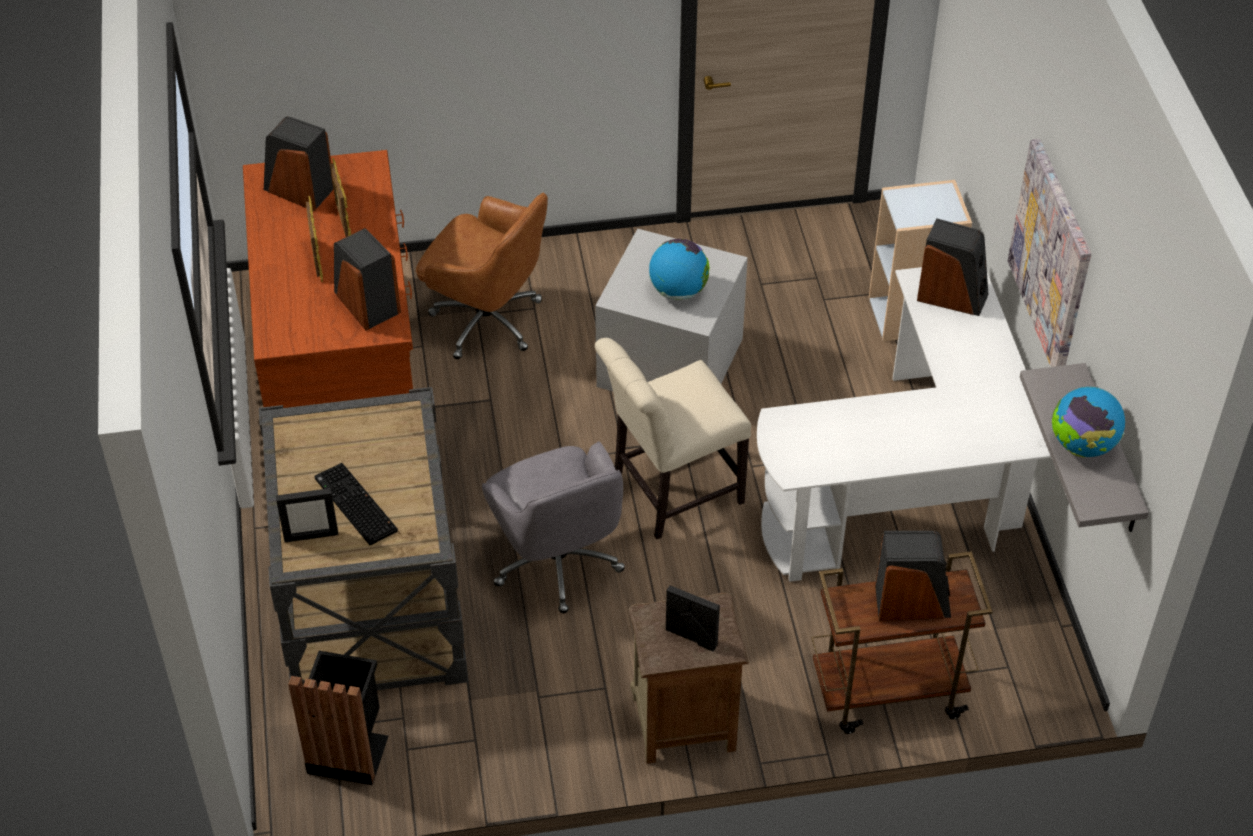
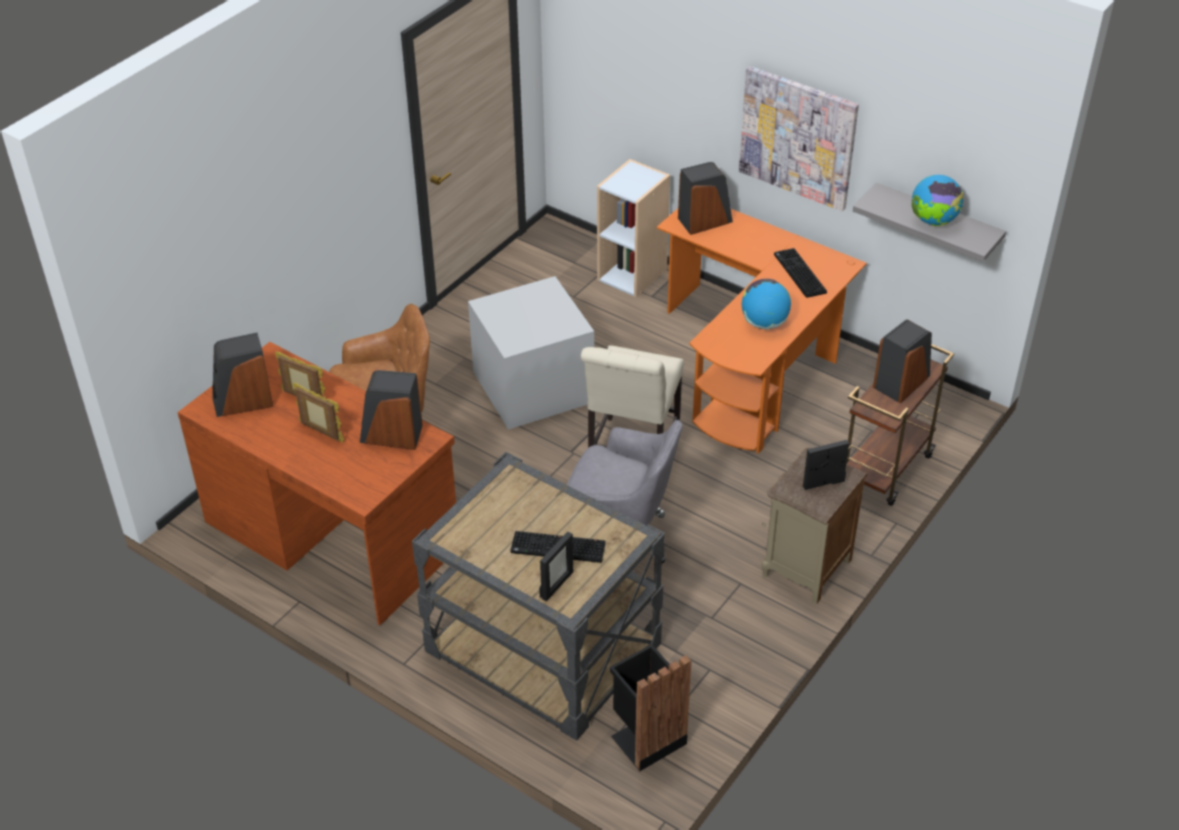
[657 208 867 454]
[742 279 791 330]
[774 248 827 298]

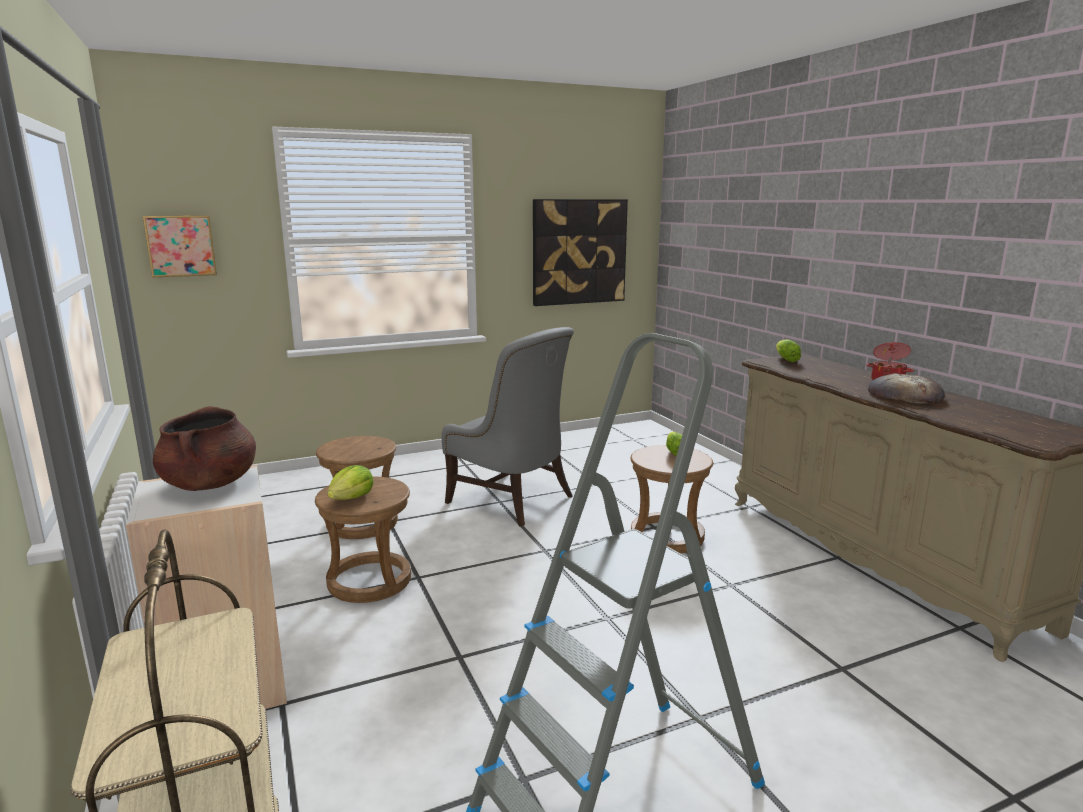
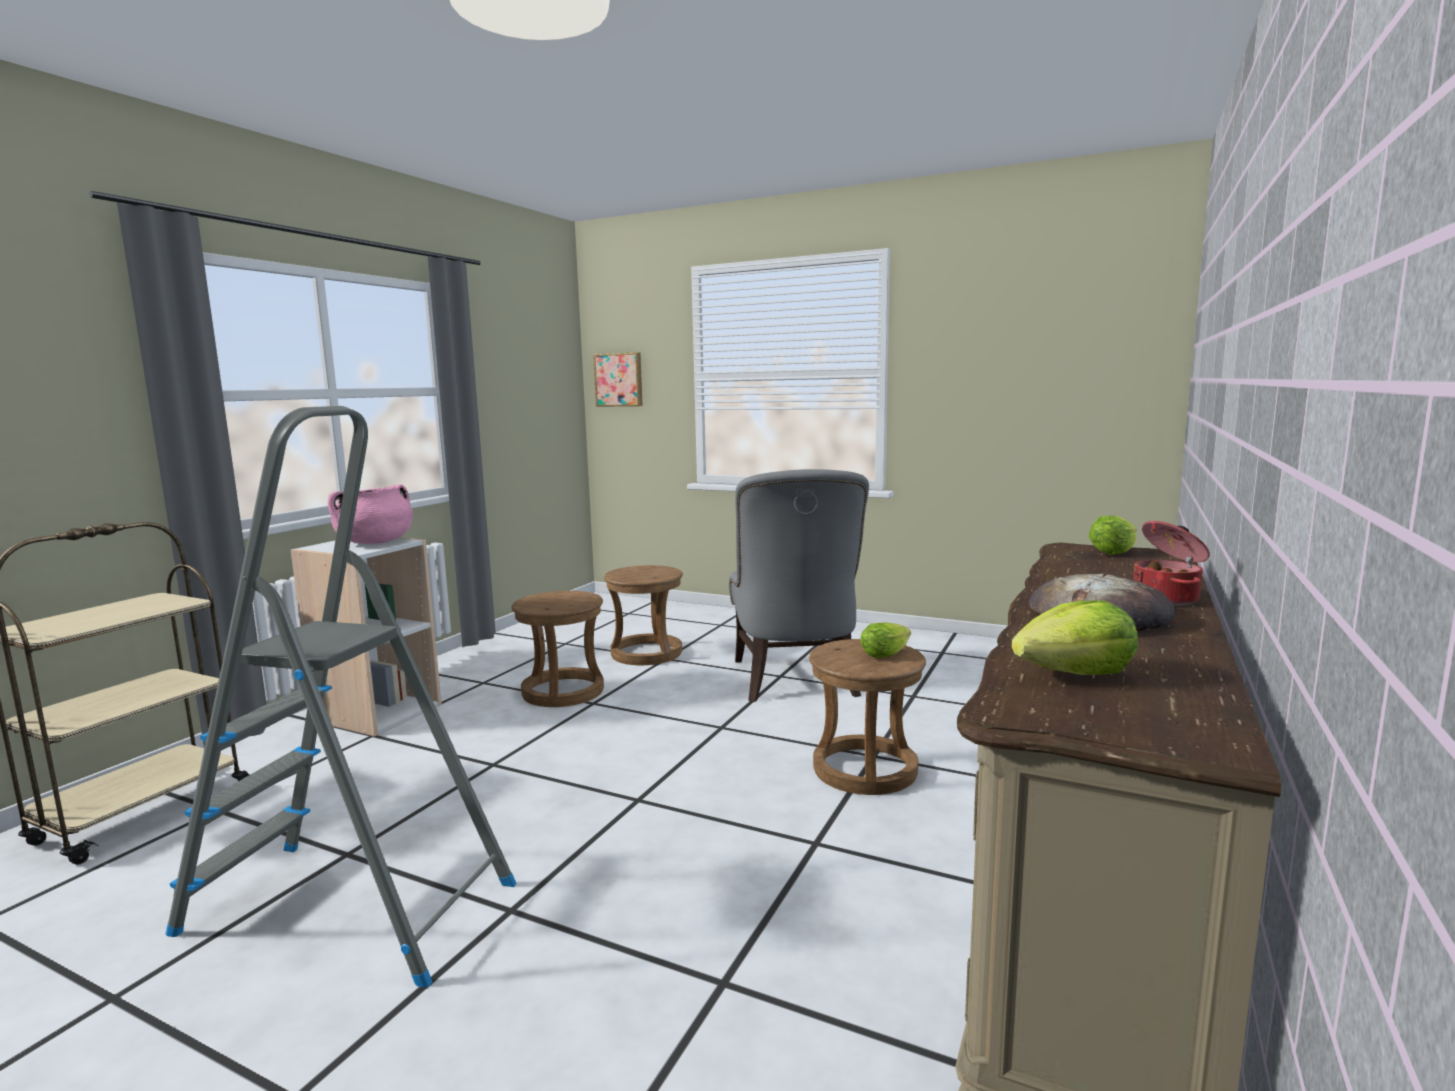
[328 484 413 544]
[1012 600 1138 675]
[533 199 628 306] (first image)

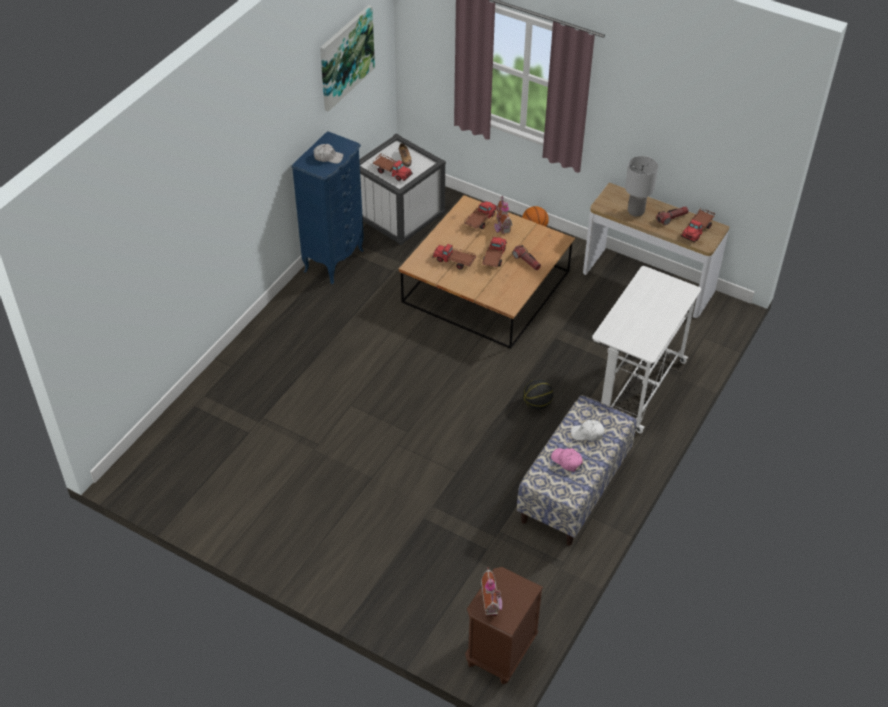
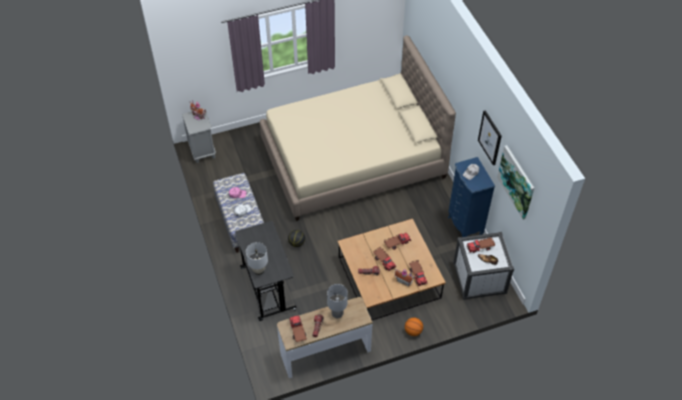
[182 112 216 163]
[235 221 296 321]
[246 242 268 275]
[260 35 456 221]
[478 110 502 165]

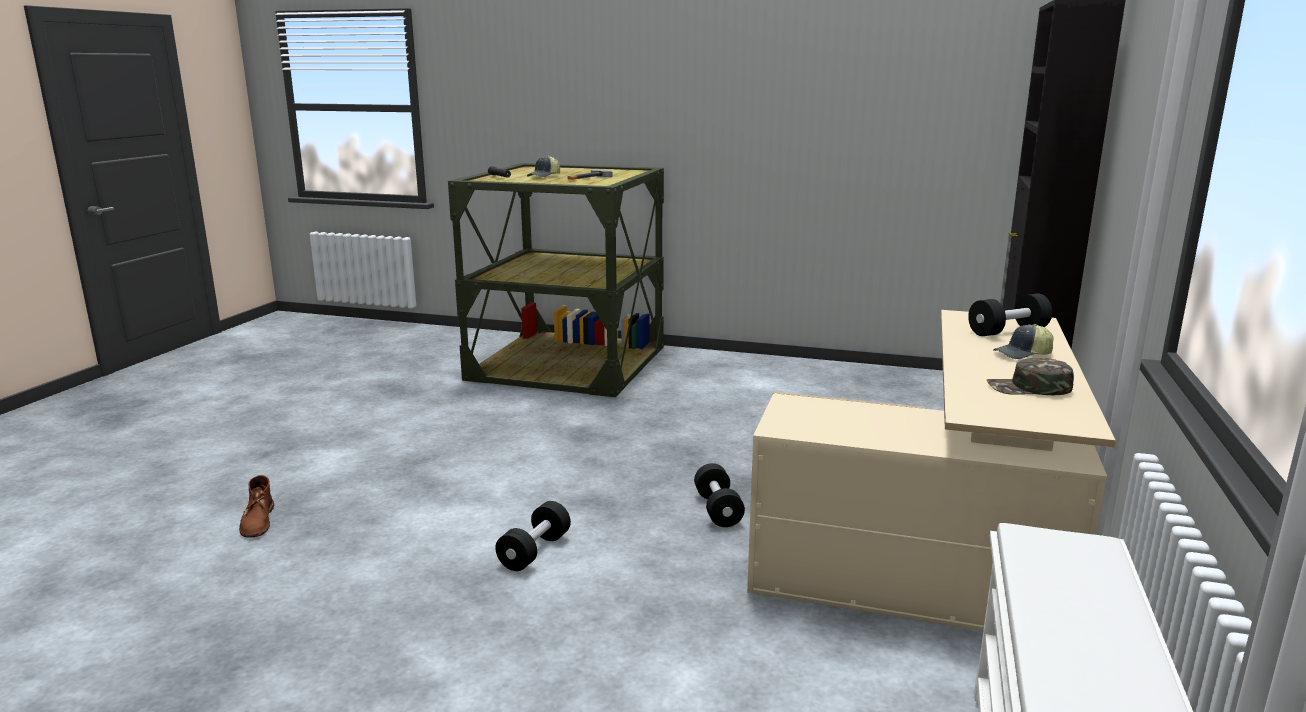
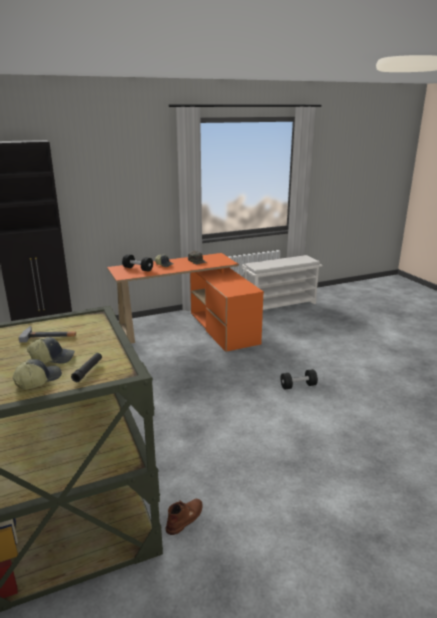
[12 359 62 390]
[107 253 264 352]
[166 499 203 535]
[694 463 745 527] (first image)

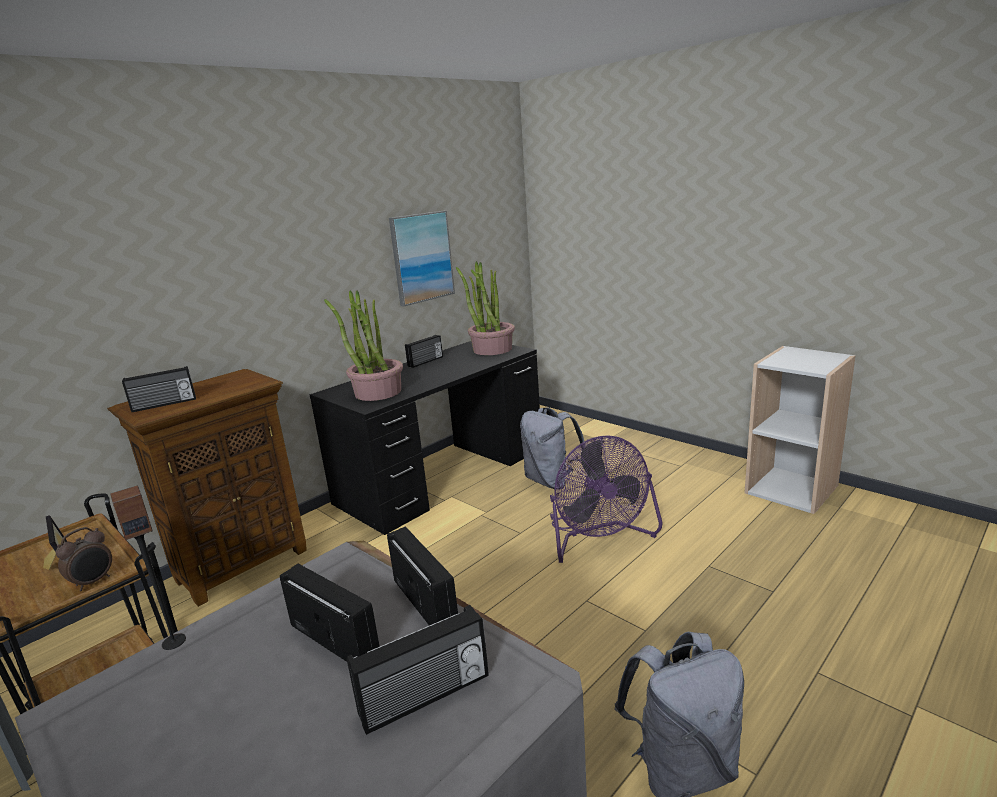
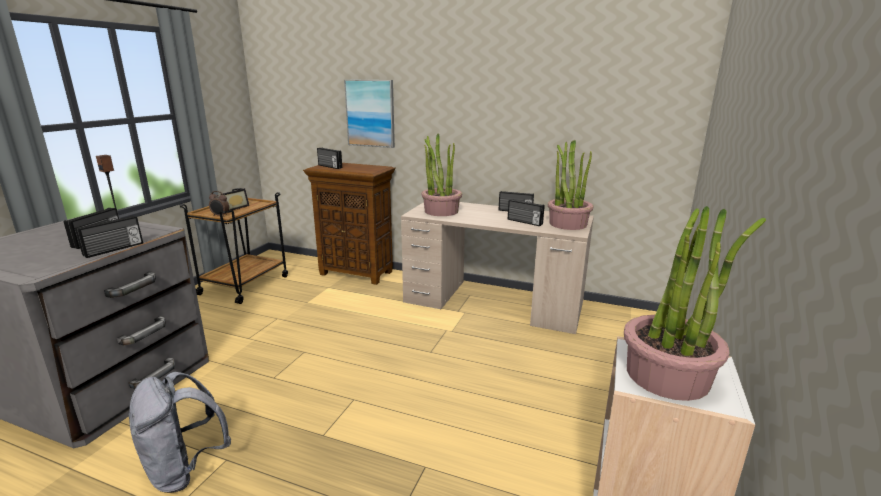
[344 79 395 148]
[401 202 594 334]
[508 199 545 226]
[624 206 766 401]
[520 407 584 489] (first image)
[550 436 662 563] (first image)

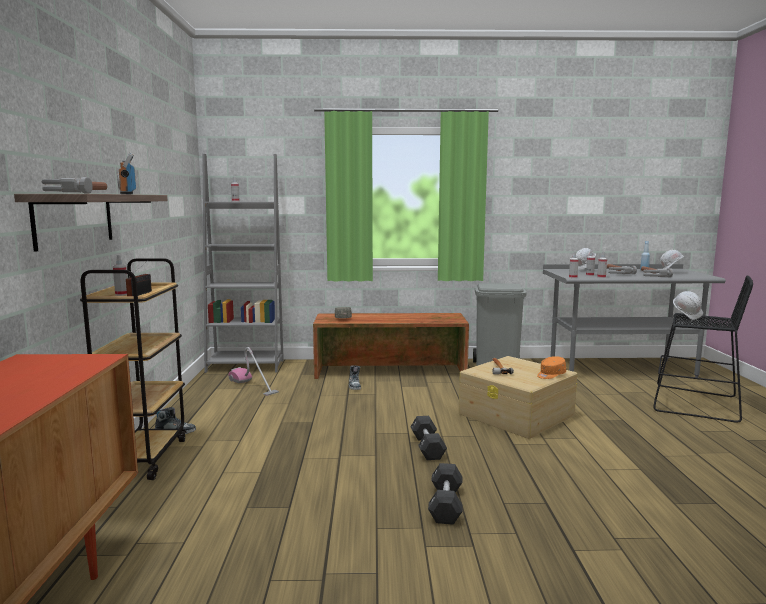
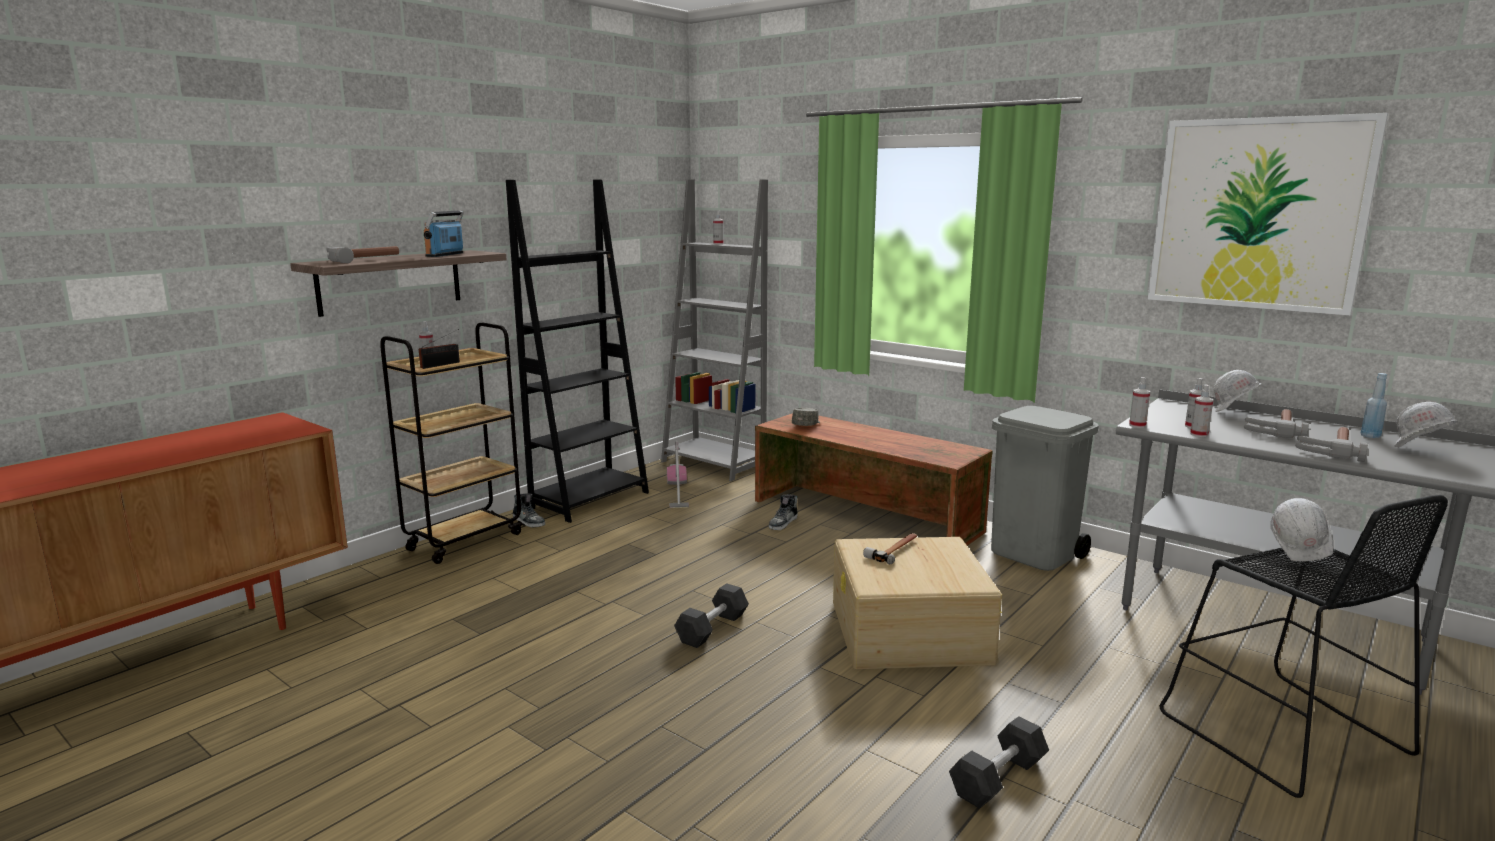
[506 180 649 523]
[949 716 1049 809]
[1148 113 1388 316]
[537 356 566 379] (first image)

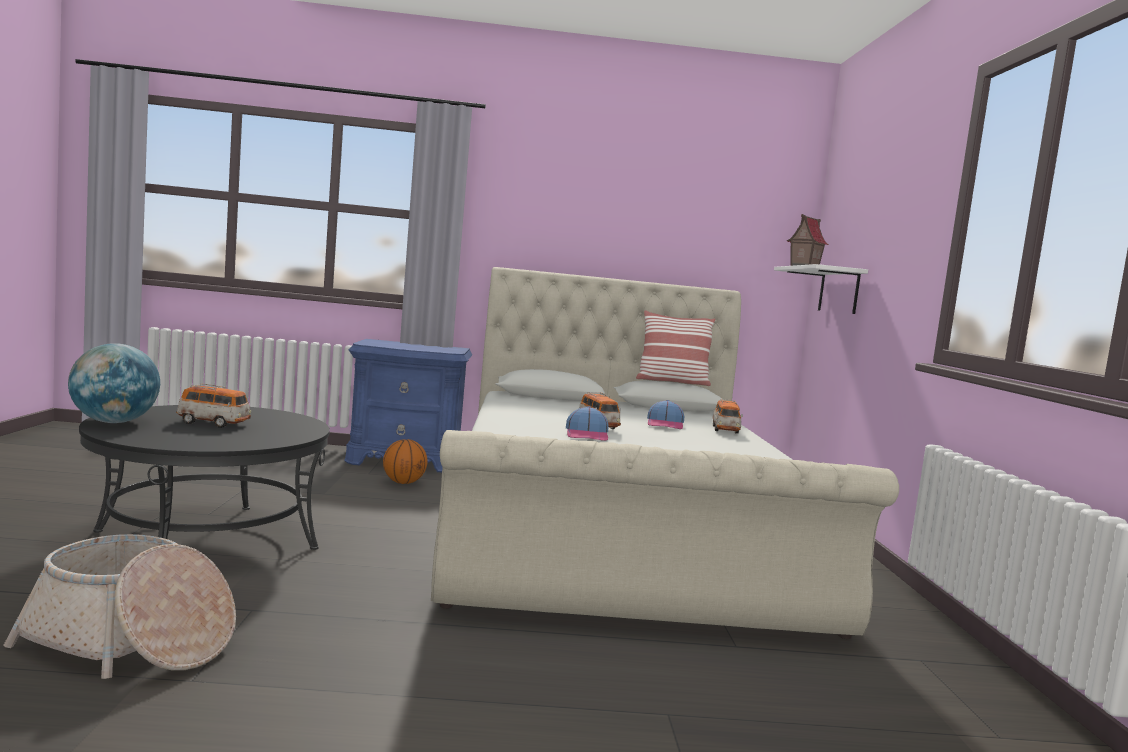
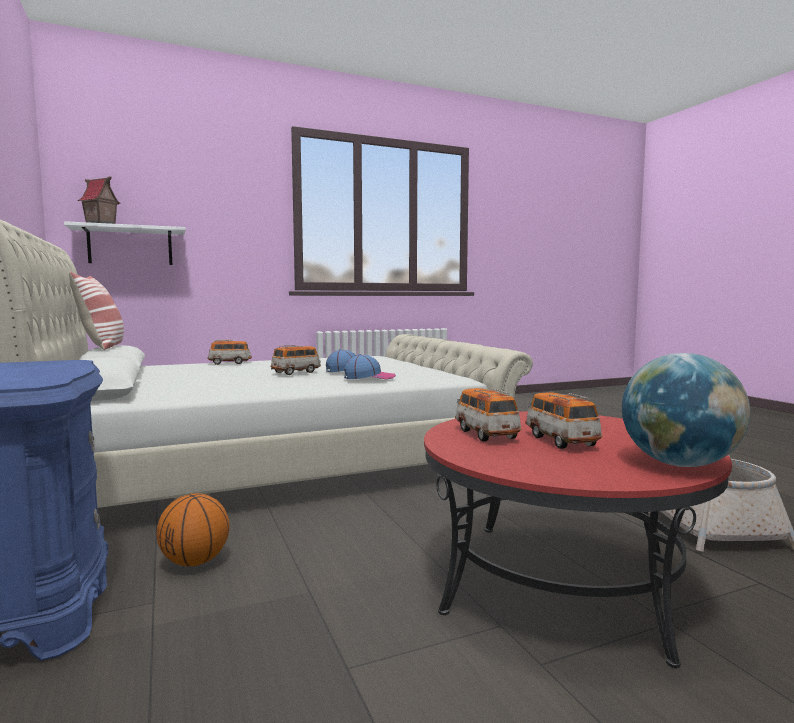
[344 354 396 380]
[424 411 732 668]
[455 388 521 442]

